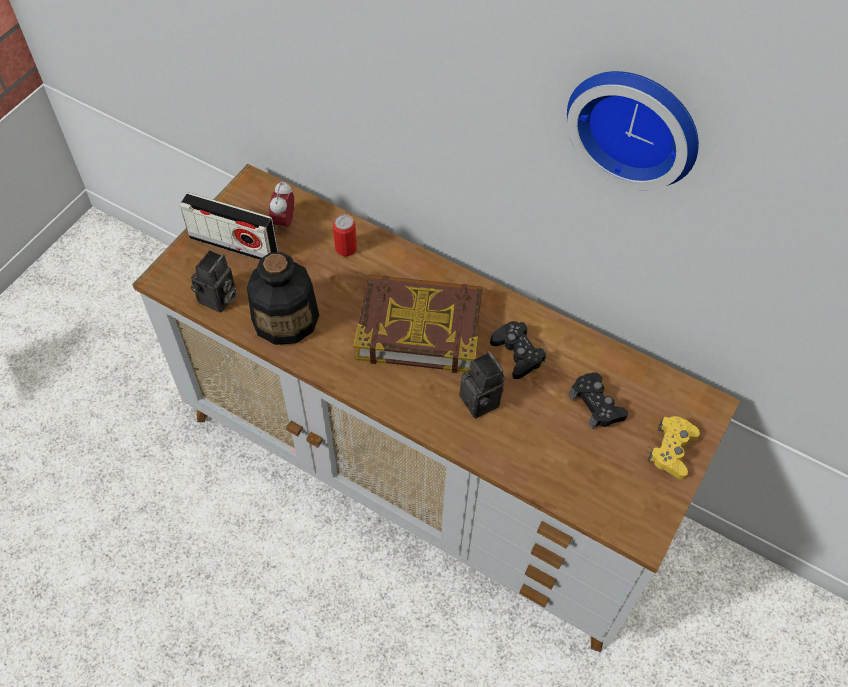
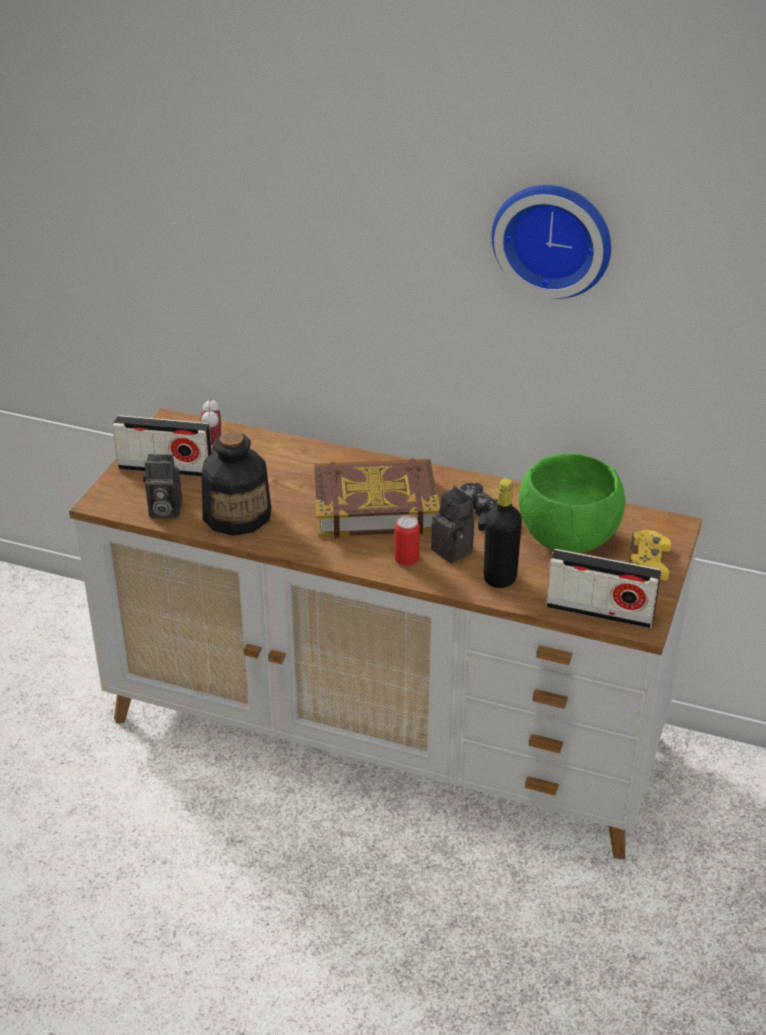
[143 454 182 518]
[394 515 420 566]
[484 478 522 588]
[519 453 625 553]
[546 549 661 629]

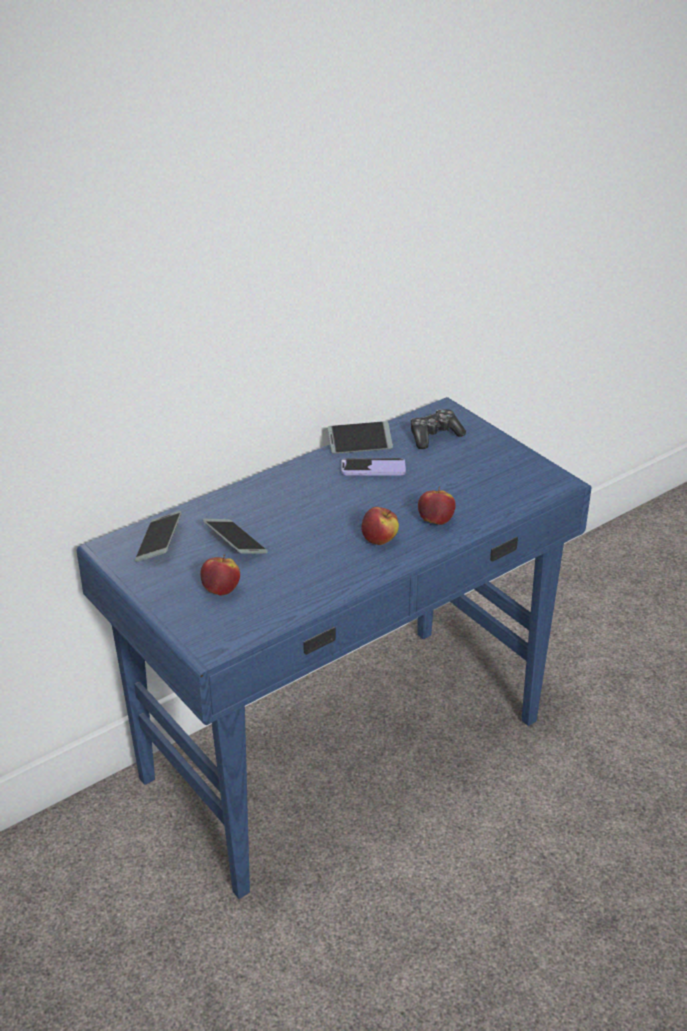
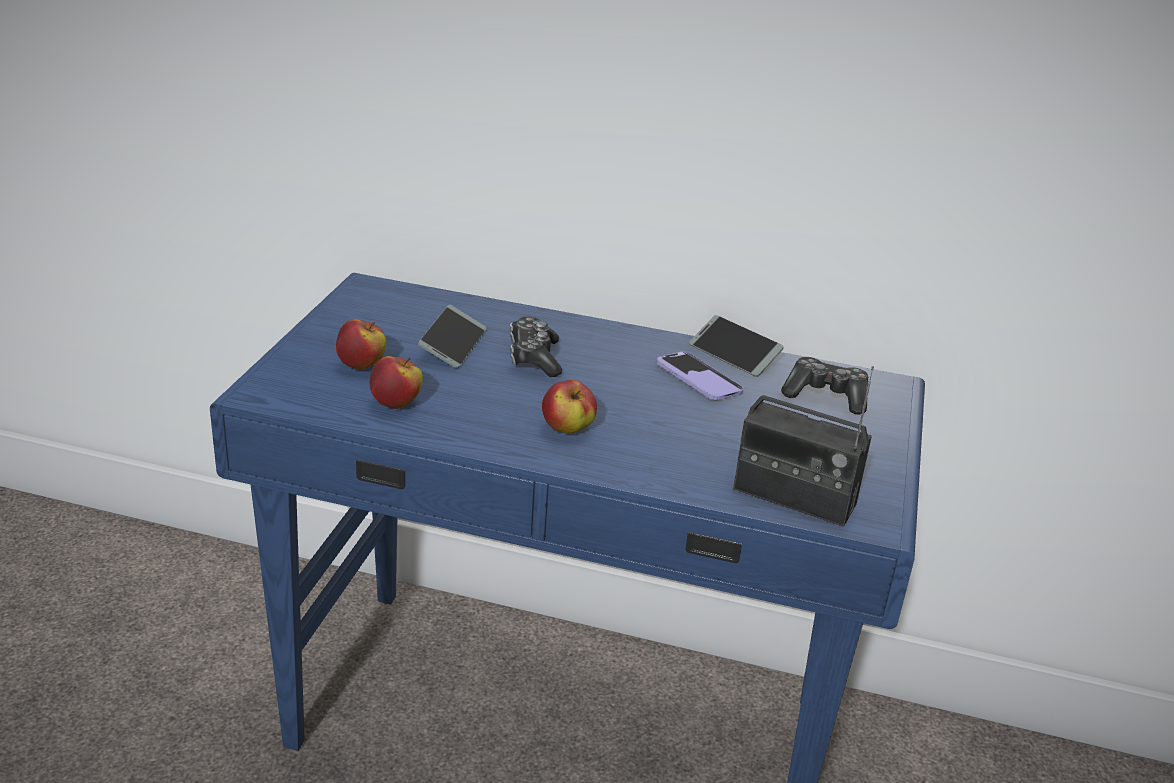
[370 356 423 409]
[510 317 562 377]
[733 366 874 527]
[135 511 182 562] (first image)

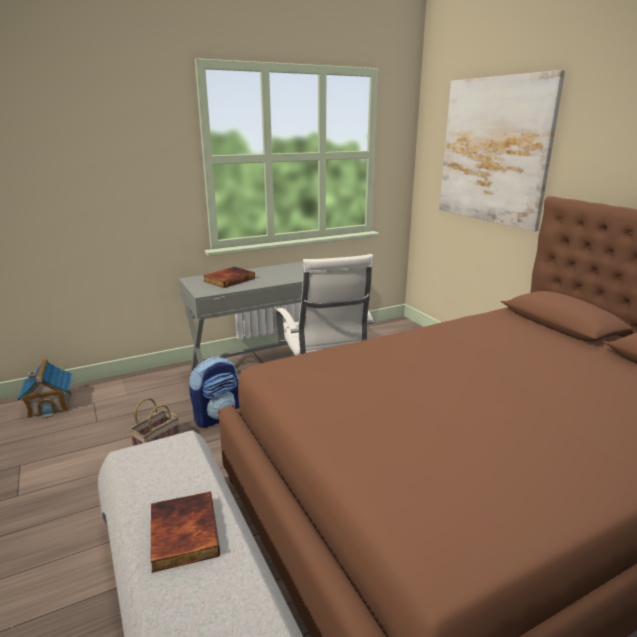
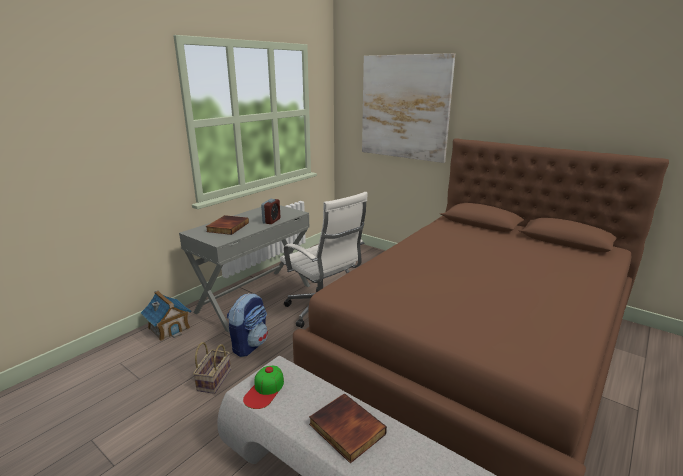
[141 291 191 341]
[243 366 284 409]
[261 199 281 224]

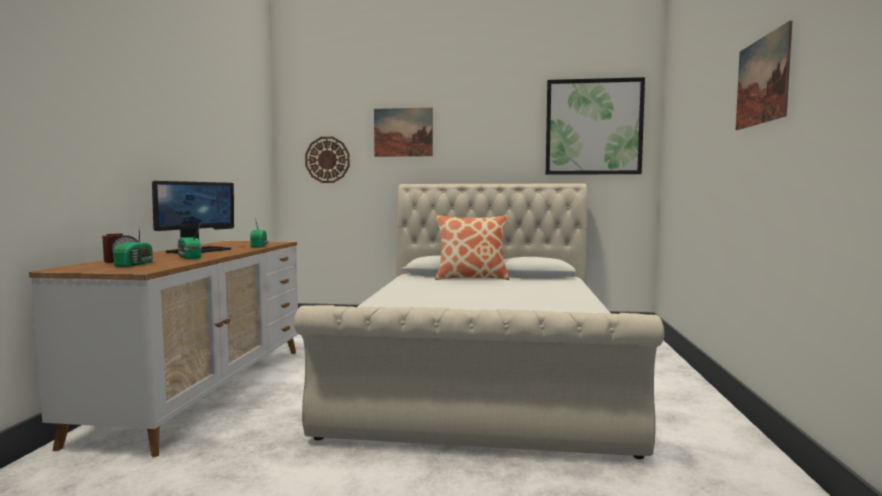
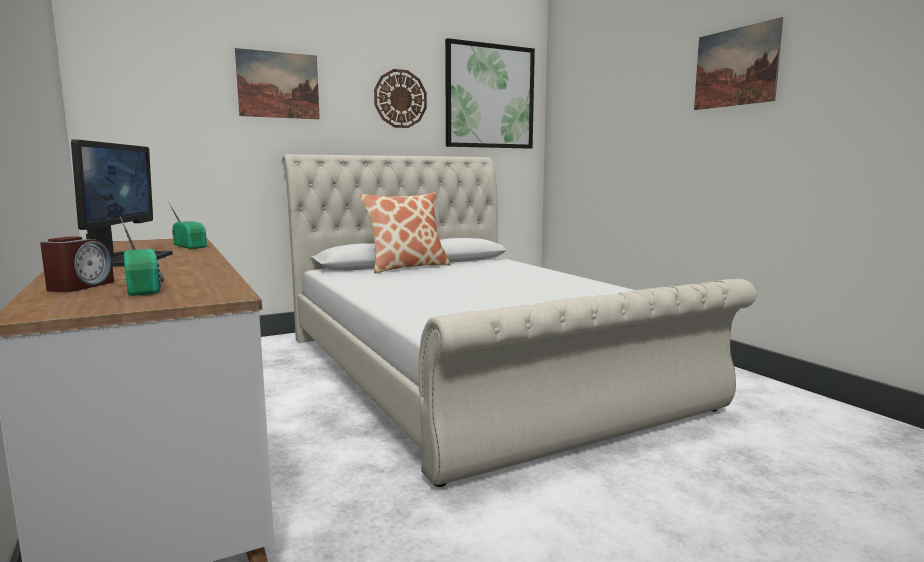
[374 69 427 128]
[178 223 201 259] (first image)

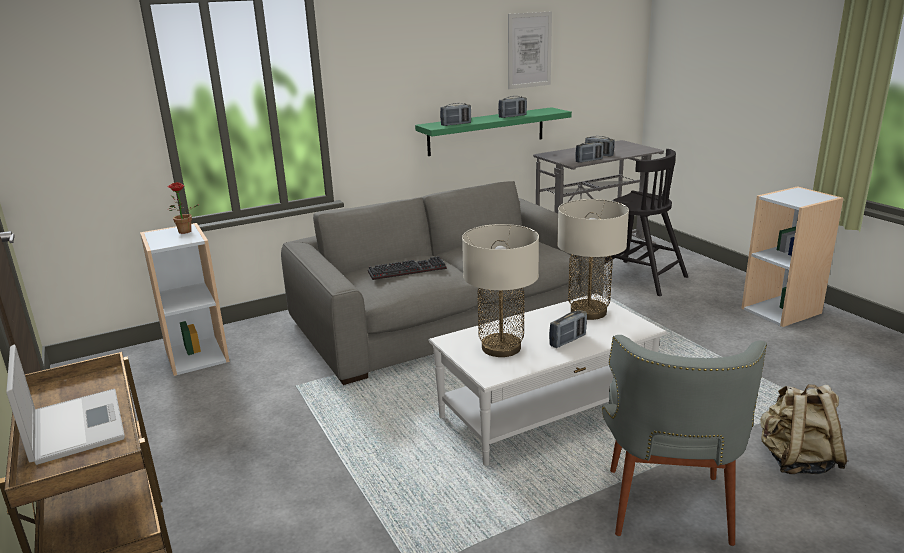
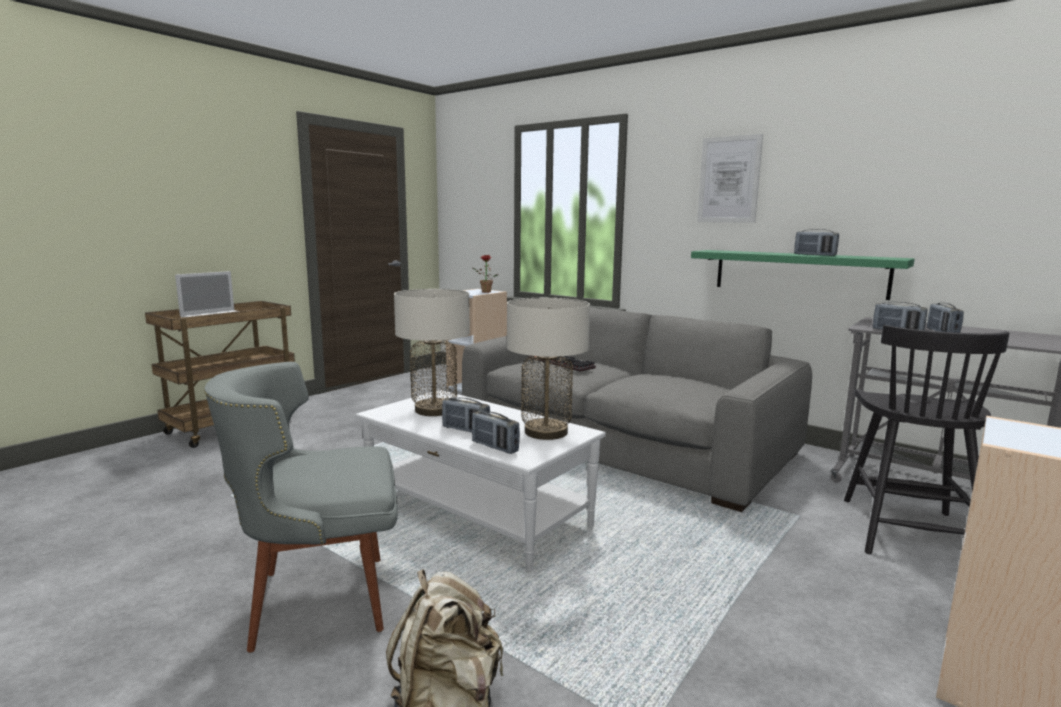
[472 411 520 454]
[697 134 763 223]

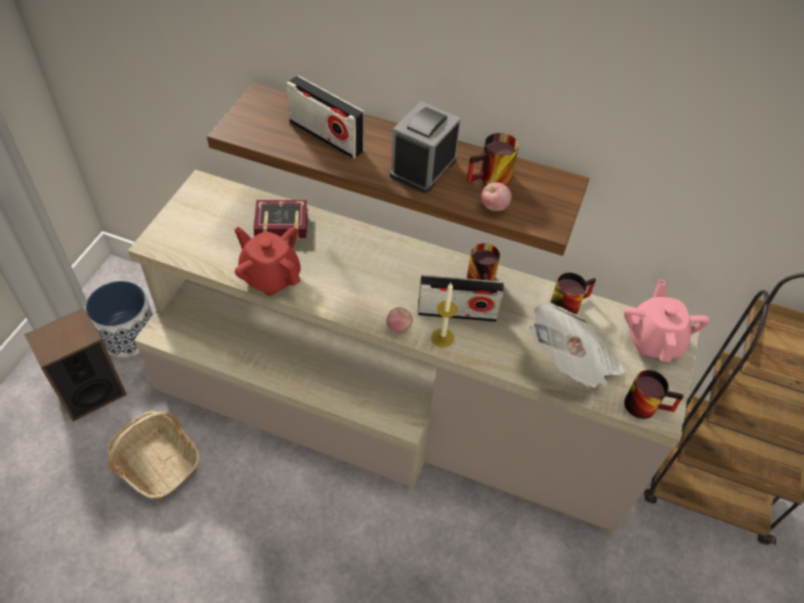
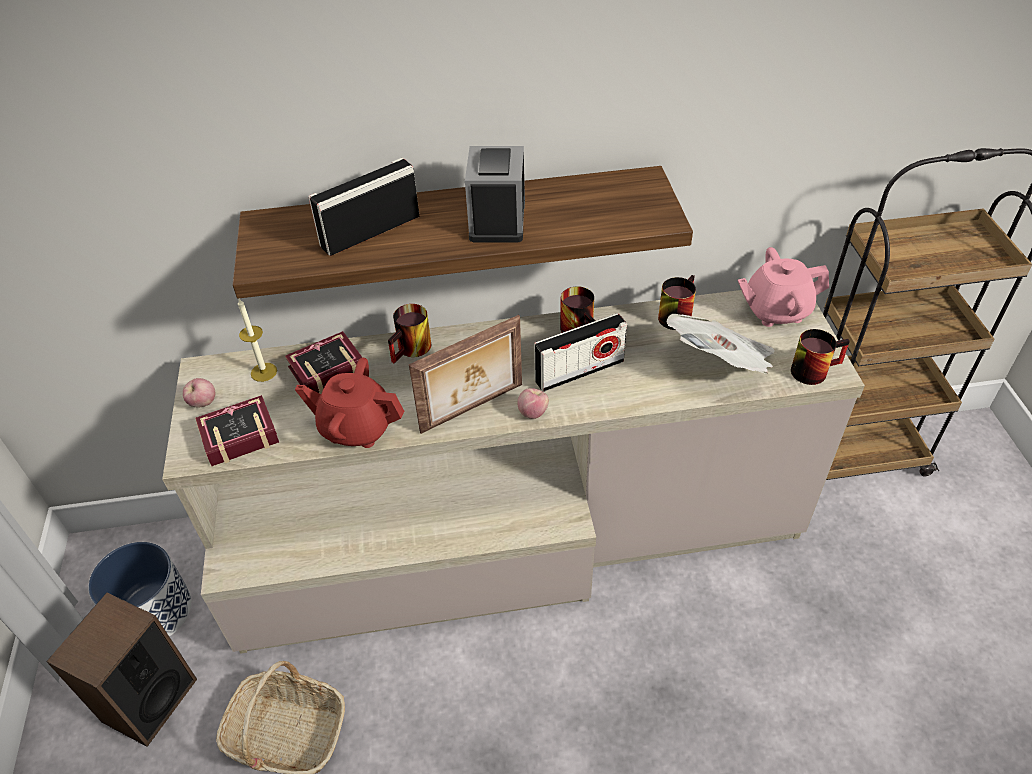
[183 378 215 408]
[195 395 279 466]
[238 299 277 382]
[308 158 419 256]
[388 304 431 363]
[409 315 522 434]
[738 247 829 327]

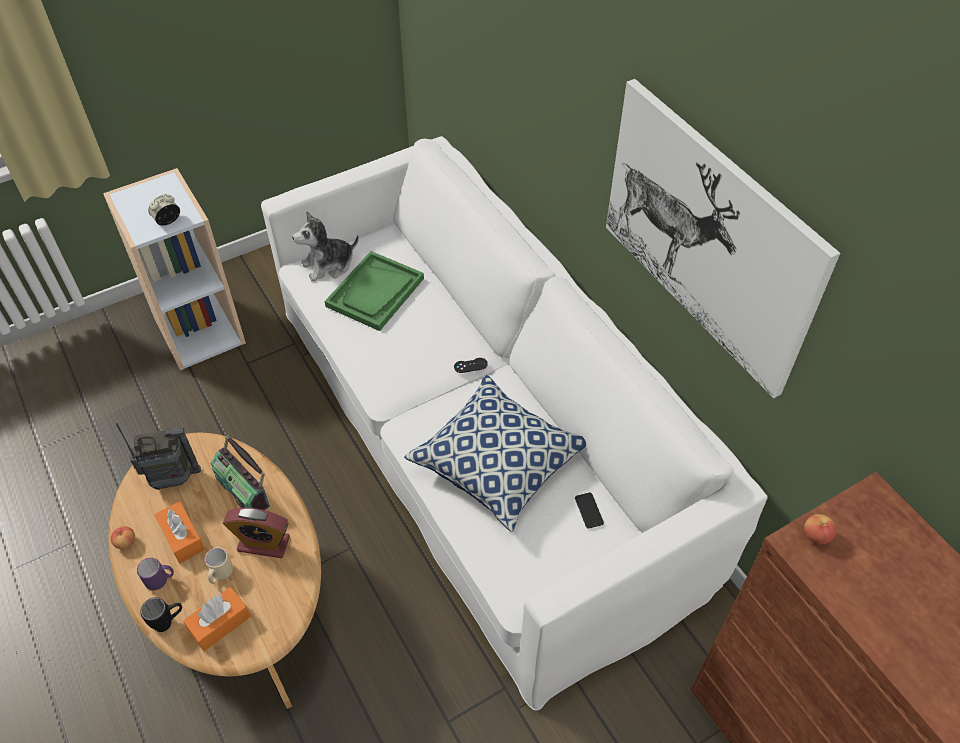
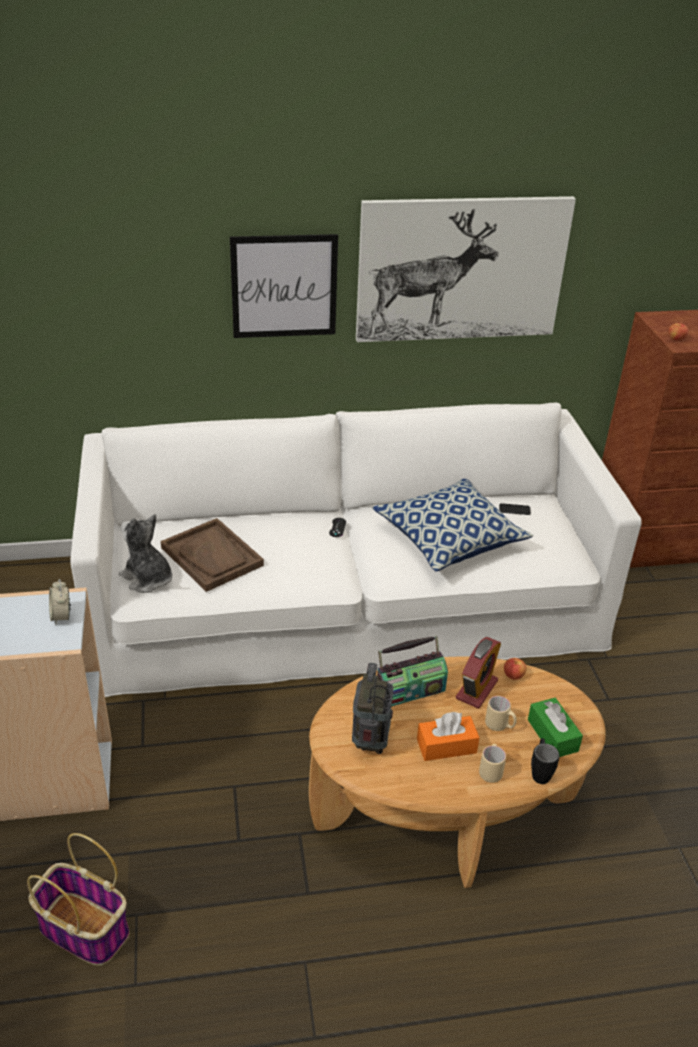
[27 833 130 966]
[119 514 172 593]
[161 518 264 592]
[230 234 338 338]
[479 744 506 783]
[504 658 526 680]
[528 698 583 757]

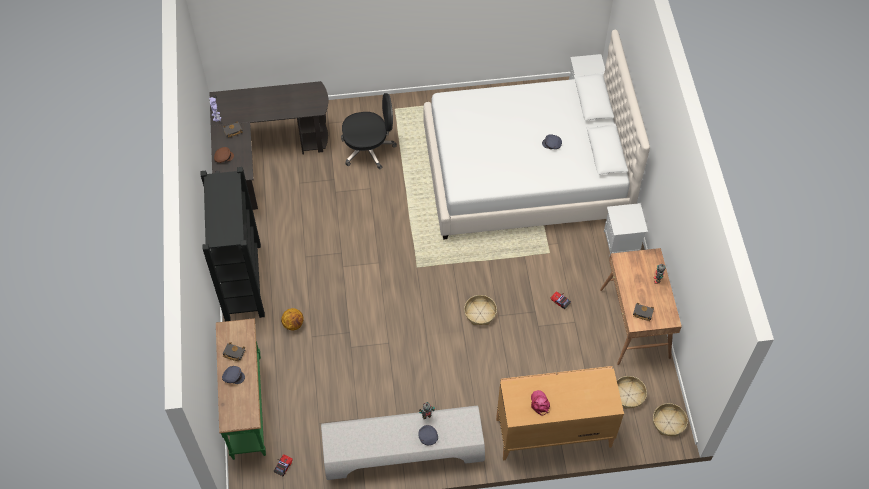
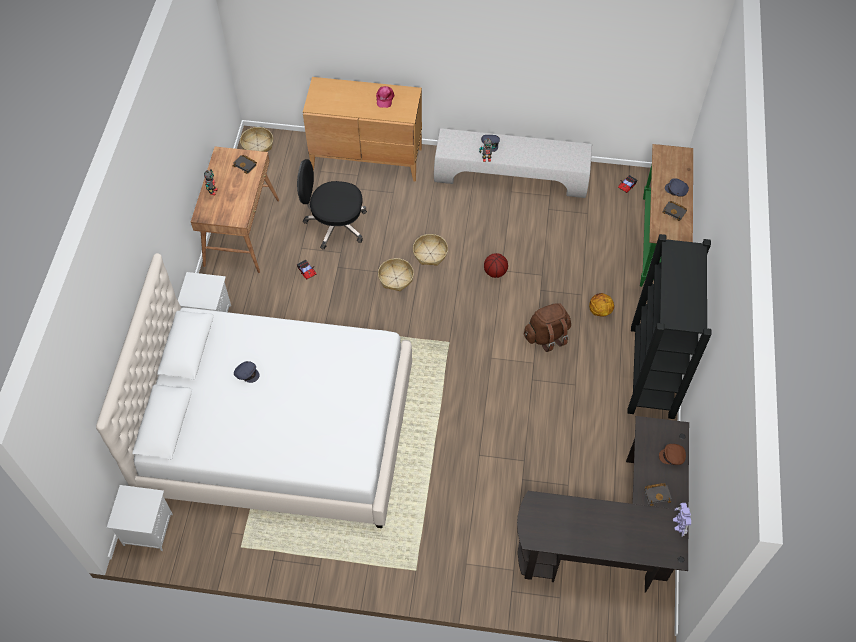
[297 159 367 250]
[413 234 448 266]
[484 253 508 278]
[524 303 571 352]

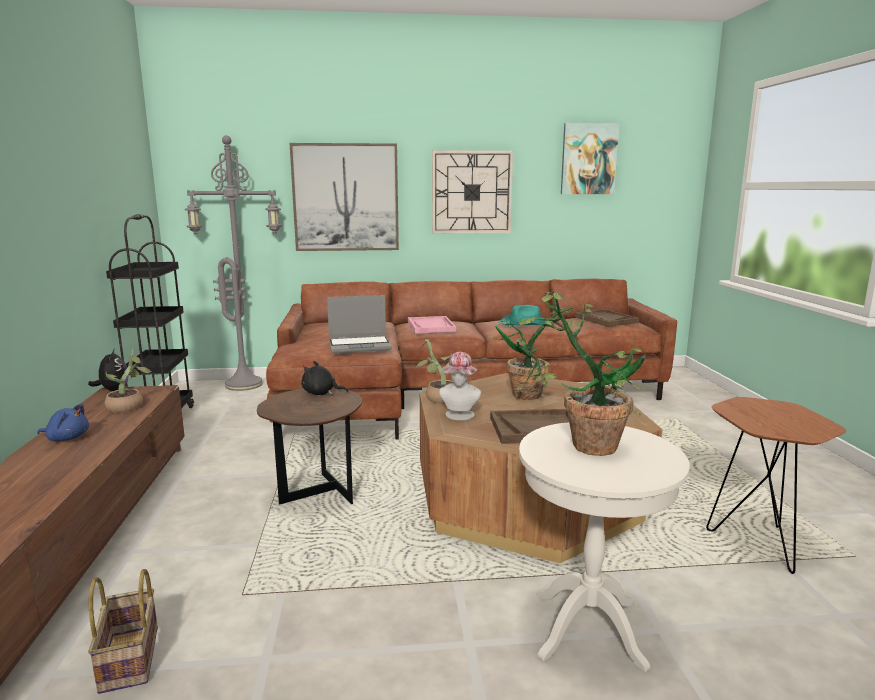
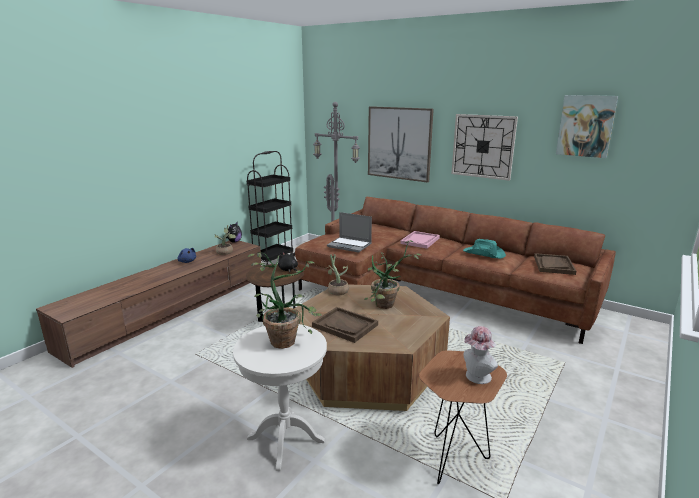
[463 326 498 384]
[88 569 158 694] (first image)

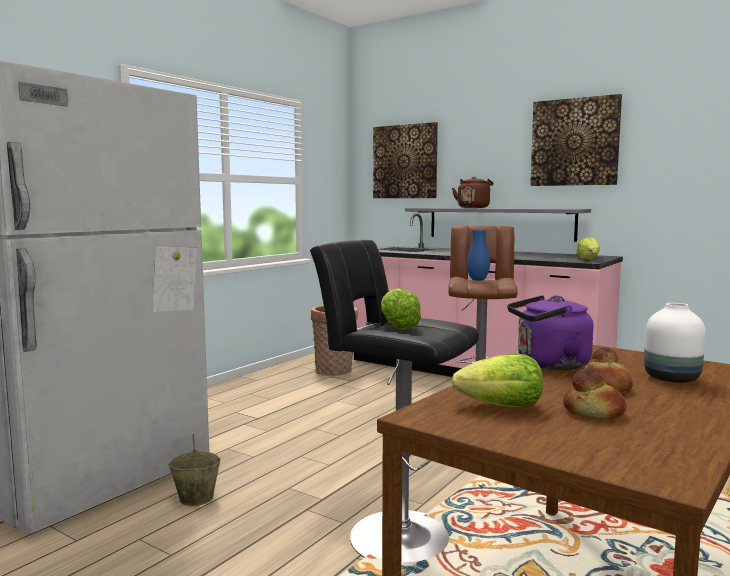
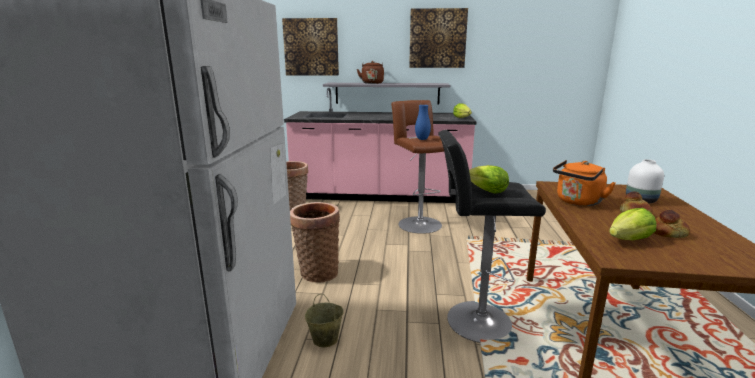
[290 202 340 282]
[553 160 616 206]

